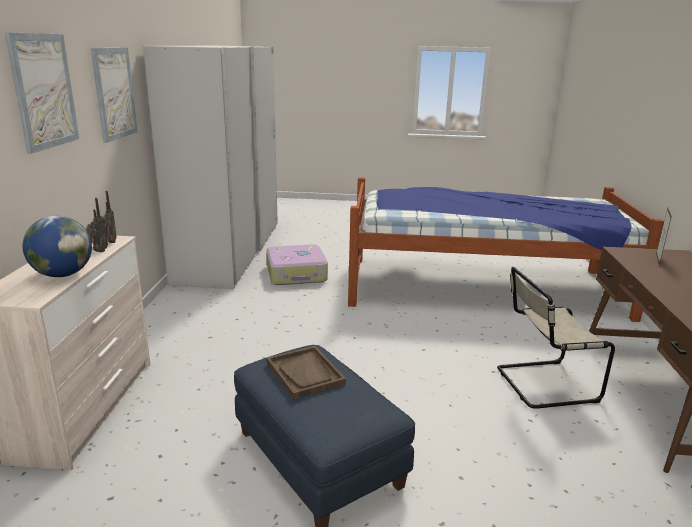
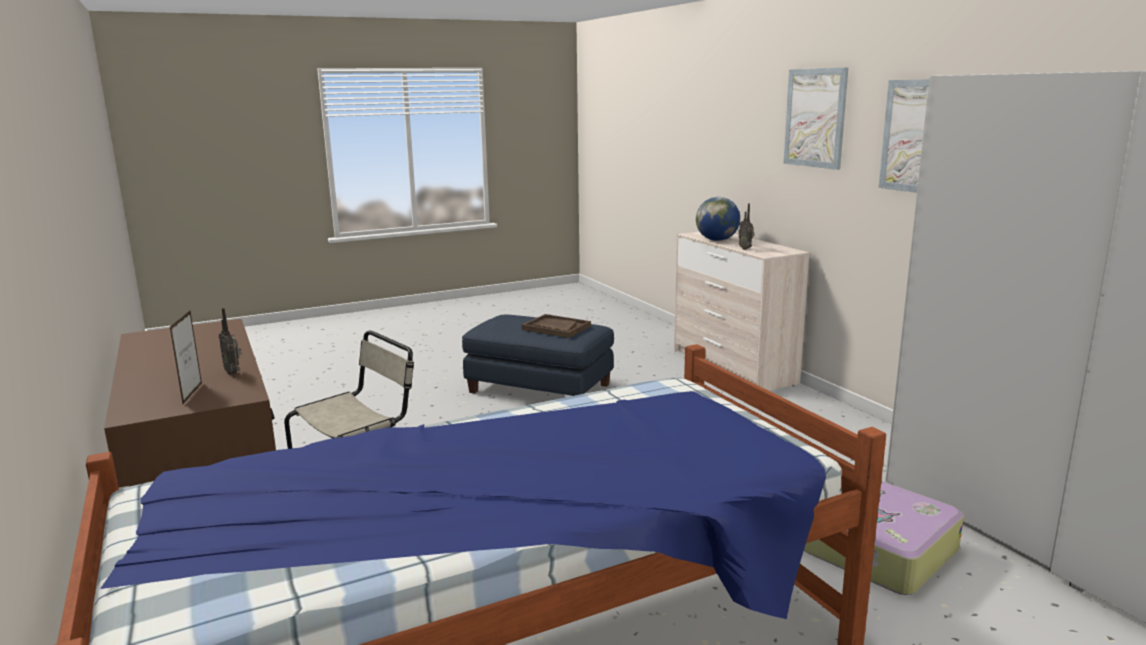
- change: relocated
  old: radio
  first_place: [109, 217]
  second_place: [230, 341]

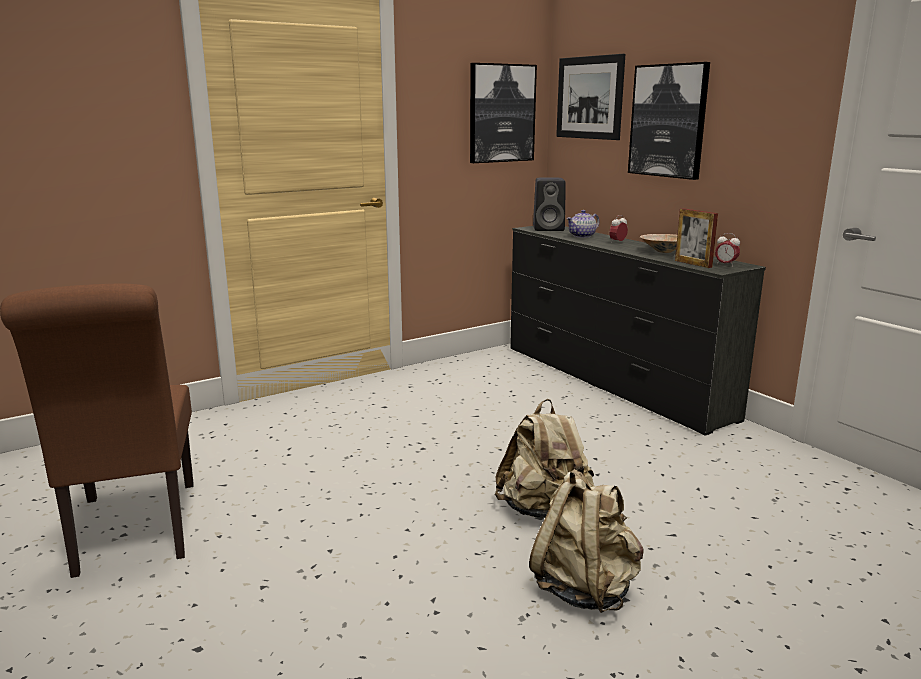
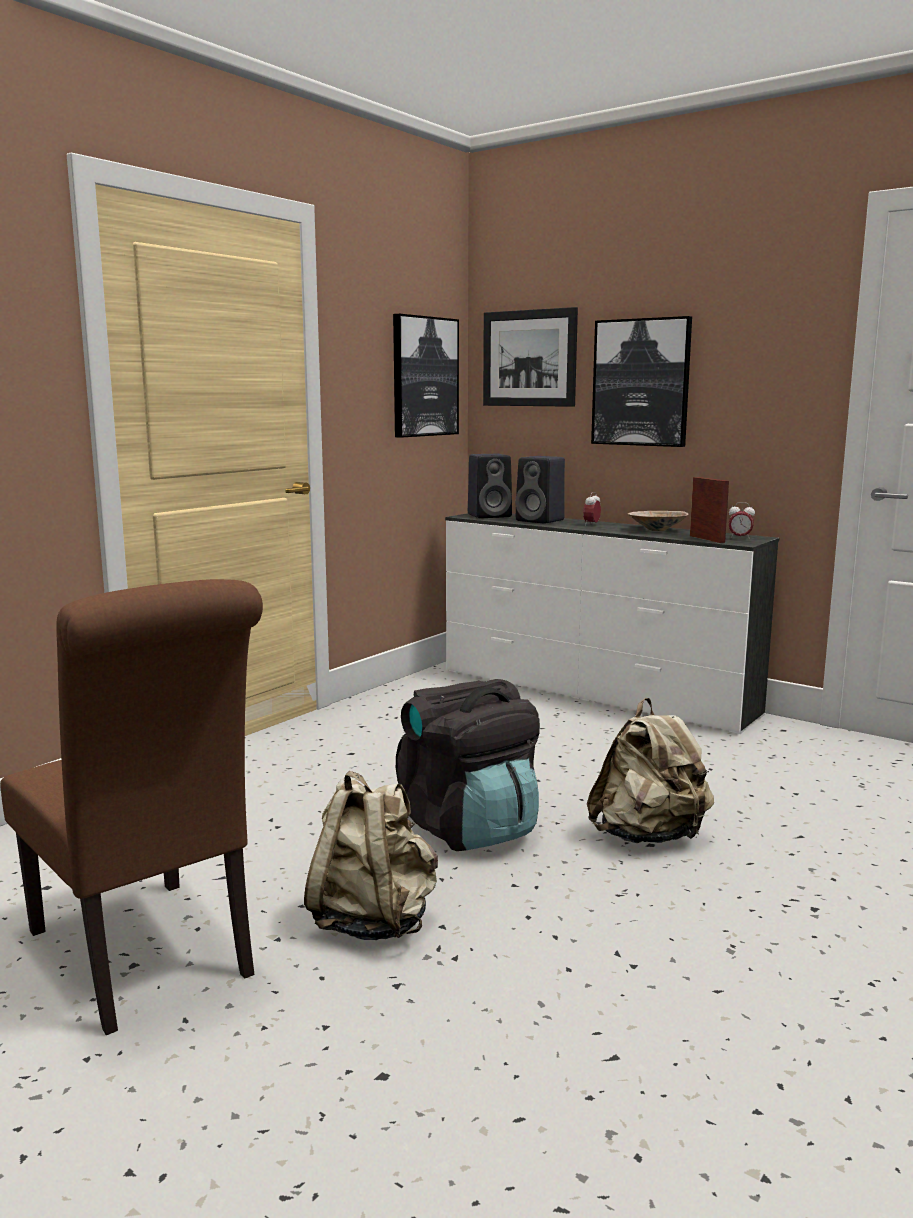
- change: spun
  old: picture frame
  first_place: [696, 238]
  second_place: [709, 510]
  degrees: -150
- change: exchanged
  old: teapot
  new: speaker in black
  first_place: [582, 224]
  second_place: [540, 489]
- change: colour
  old: dresser in black
  new: dresser in white
  first_place: [638, 331]
  second_place: [612, 623]
- change: relocated
  old: backpack in beige
  first_place: [586, 541]
  second_place: [371, 855]
- change: appeared
  new: backpack in black
  second_place: [468, 765]

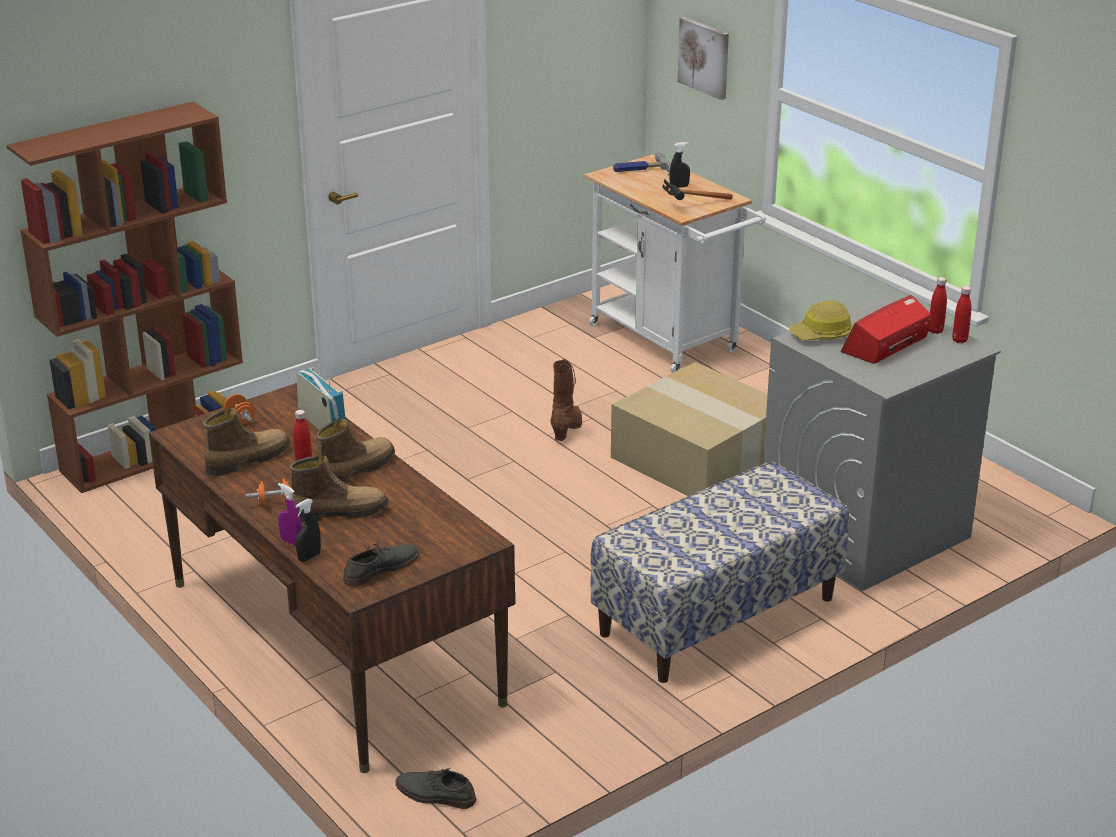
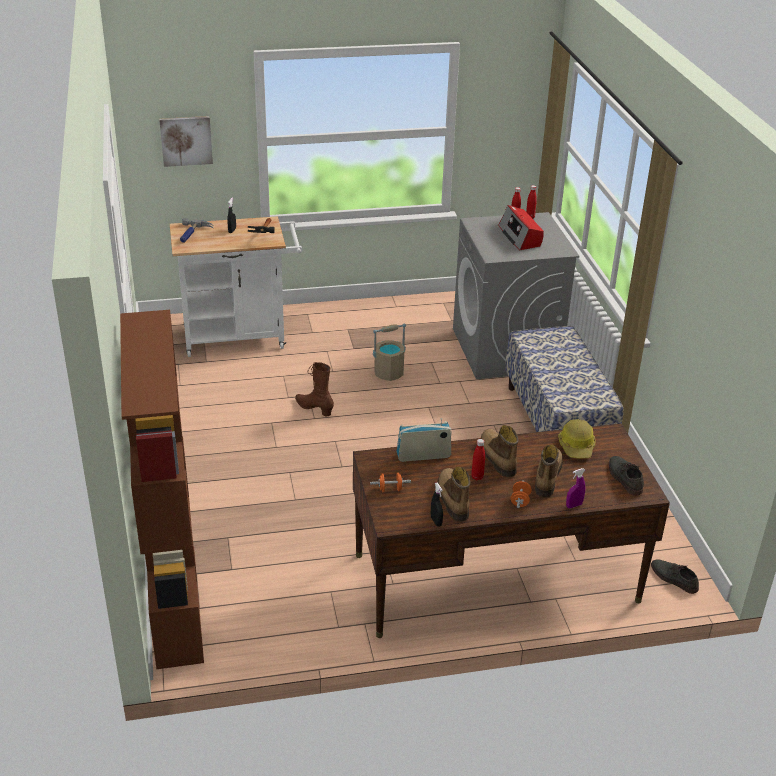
- change: relocated
  old: hard hat
  first_place: [821, 320]
  second_place: [576, 438]
- change: exchanged
  old: cardboard box
  new: bucket in beige
  first_place: [689, 429]
  second_place: [389, 352]
- change: relocated
  old: spray bottle in black
  first_place: [308, 530]
  second_place: [437, 505]
- change: spun
  old: shoe in grey
  first_place: [435, 788]
  second_place: [675, 576]
  degrees: 90

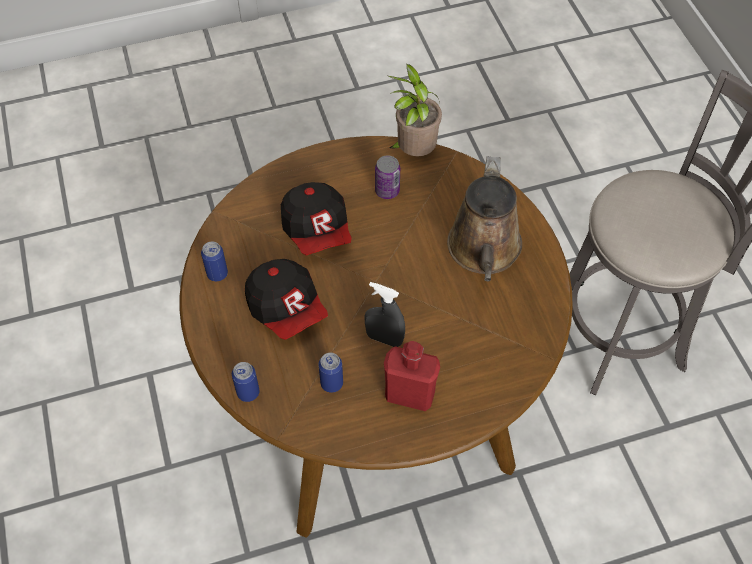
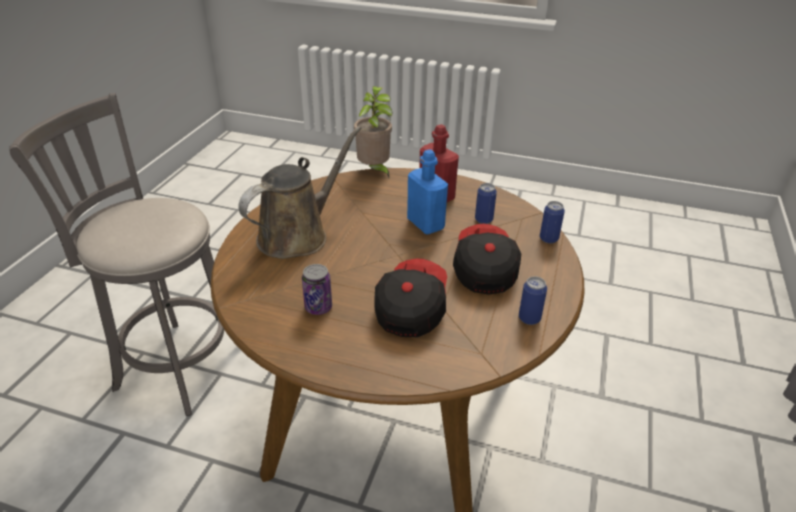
- change: relocated
  old: potted plant
  first_place: [415, 109]
  second_place: [373, 131]
- change: exchanged
  old: spray bottle in grey
  new: bottle in blue
  first_place: [384, 314]
  second_place: [427, 191]

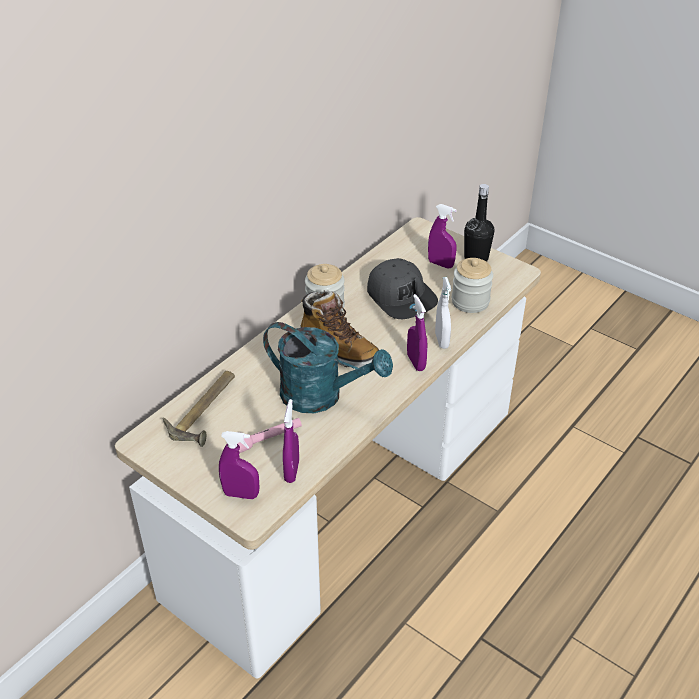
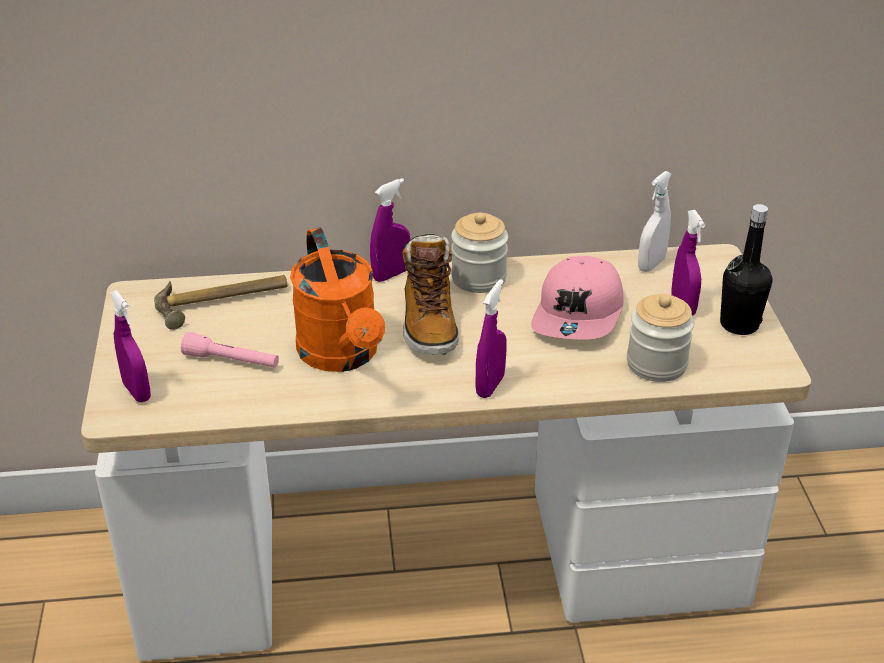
- change: colour
  old: cap in grey
  new: cap in pink
  first_place: [402, 288]
  second_place: [577, 297]
- change: relocated
  old: spray bottle in white
  first_place: [443, 313]
  second_place: [655, 221]
- change: colour
  old: watering can in turquoise
  new: watering can in orange
  first_place: [328, 367]
  second_place: [337, 300]
- change: relocated
  old: spray bottle in purple
  first_place: [291, 441]
  second_place: [390, 230]

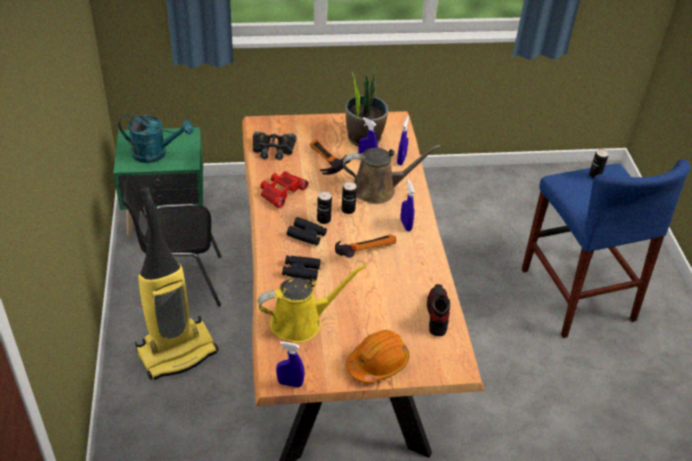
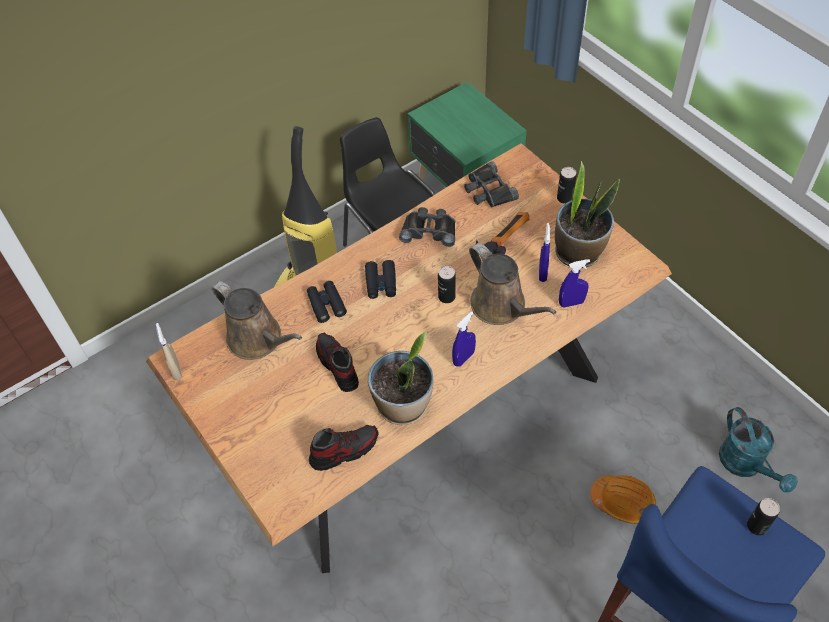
- change: relocated
  old: watering can in turquoise
  first_place: [155, 138]
  second_place: [758, 450]
- change: colour
  old: binoculars in red
  new: binoculars in black
  first_place: [284, 189]
  second_place: [427, 227]
- change: relocated
  old: can
  first_place: [324, 207]
  second_place: [567, 185]
- change: missing
  old: hammer
  first_place: [365, 246]
- change: colour
  old: watering can in yellow
  new: watering can in brown
  first_place: [312, 303]
  second_place: [257, 320]
- change: relocated
  old: hard hat in orange
  first_place: [377, 356]
  second_place: [623, 499]
- change: colour
  old: spray bottle in blue
  new: spray bottle in beige
  first_place: [290, 364]
  second_place: [169, 352]
- change: appeared
  new: potted plant
  second_place: [400, 378]
- change: appeared
  new: shoe
  second_place: [337, 362]

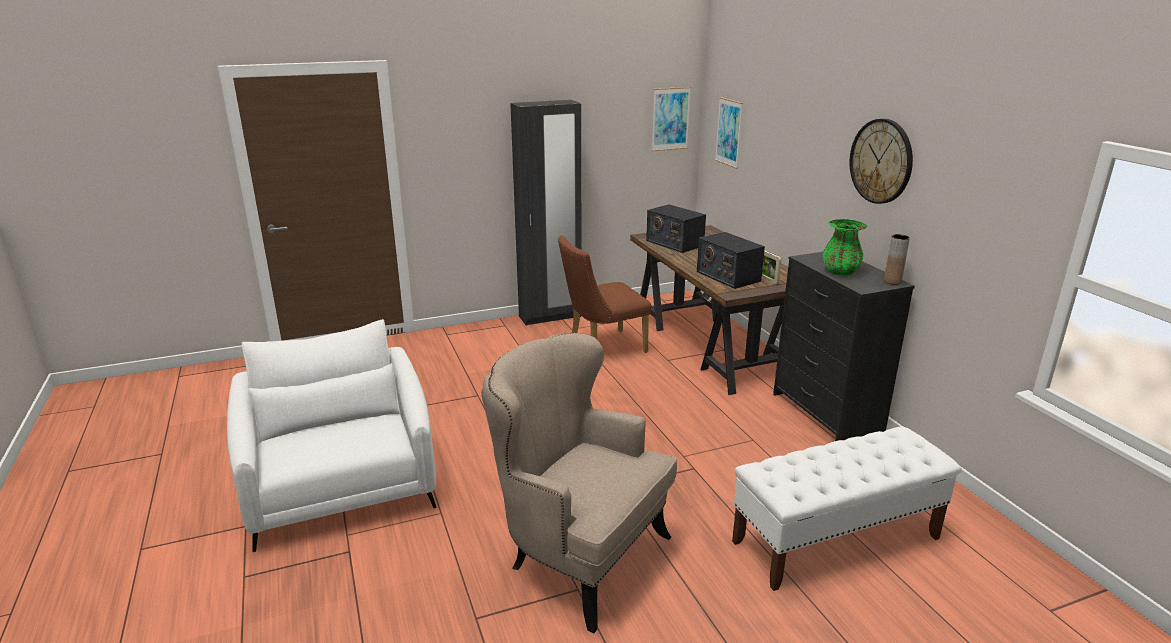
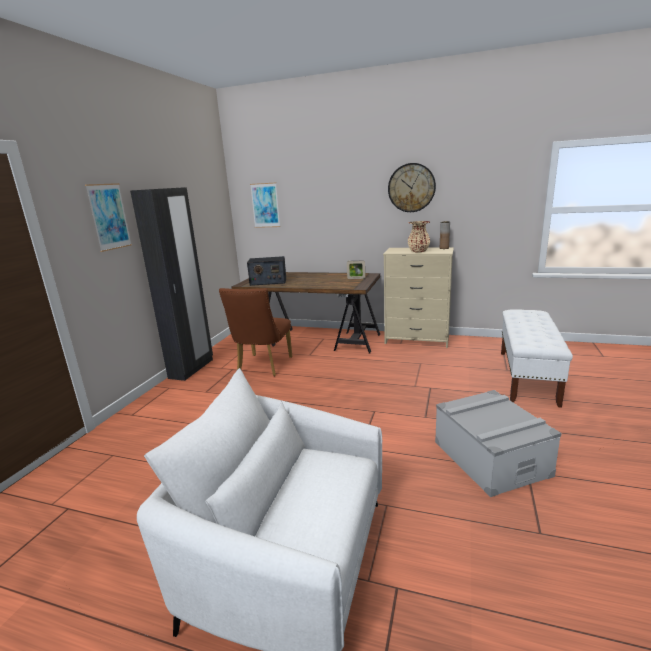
- change: relocated
  old: picture
  first_place: [671, 119]
  second_place: [108, 217]
- change: colour
  old: vase in green
  new: vase in beige
  first_place: [845, 247]
  second_place: [419, 236]
- change: missing
  old: radio
  first_place: [731, 260]
- change: colour
  old: dresser in black
  new: dresser in beige
  first_place: [844, 346]
  second_place: [418, 297]
- change: exchanged
  old: armchair in beige
  new: storage box in grey
  first_place: [579, 483]
  second_place: [498, 443]

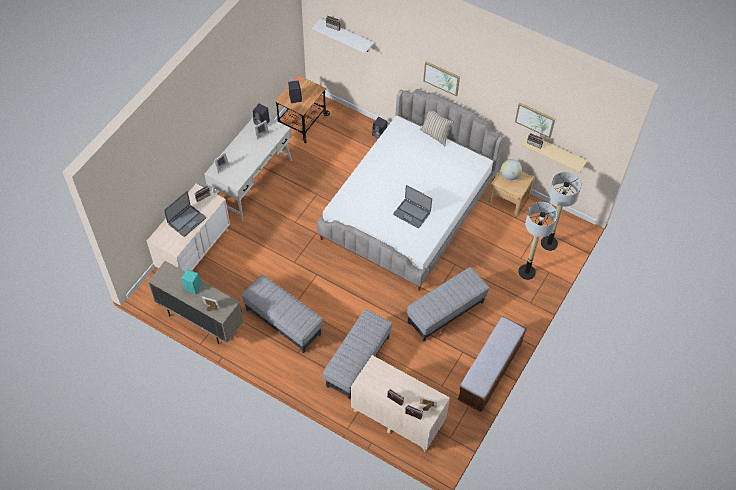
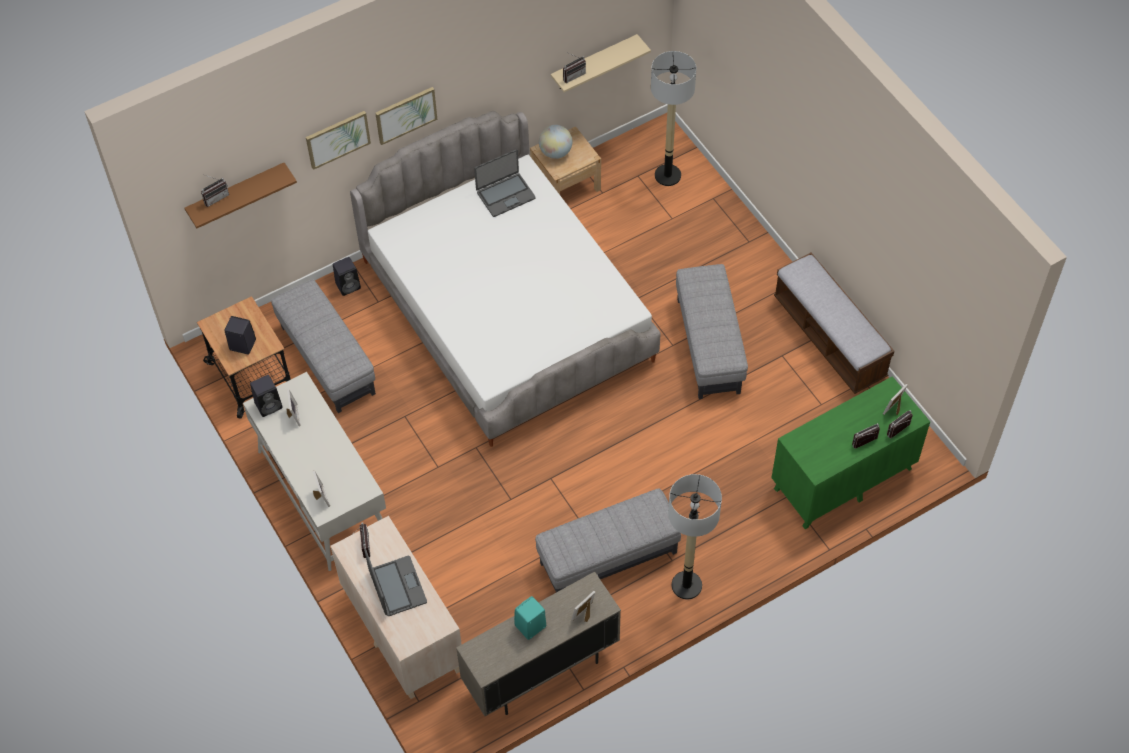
- change: colour
  old: shelf in white
  new: shelf in brown
  first_place: [342, 35]
  second_place: [241, 195]
- change: relocated
  old: picture
  first_place: [535, 120]
  second_place: [338, 140]
- change: missing
  old: pillow in beige
  first_place: [437, 128]
- change: relocated
  old: laptop
  first_place: [412, 206]
  second_place: [505, 183]
- change: relocated
  old: floor lamp
  first_place: [538, 241]
  second_place: [695, 537]
- change: relocated
  old: ottoman in grey
  first_place: [357, 354]
  second_place: [323, 346]
- change: colour
  old: dresser in beige
  new: dresser in green
  first_place: [400, 403]
  second_place: [851, 452]

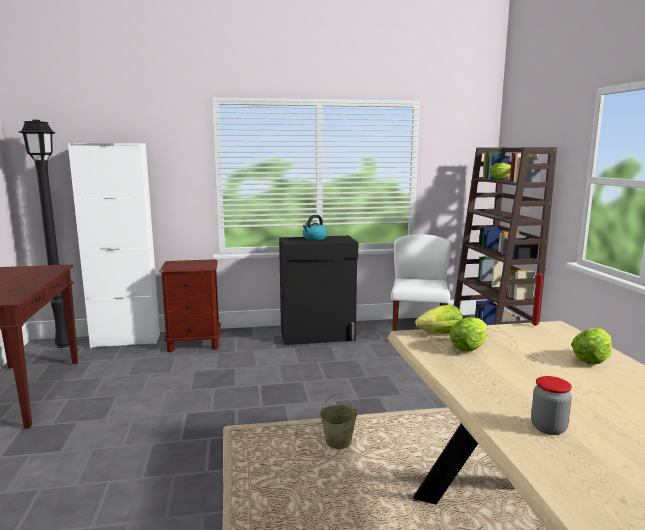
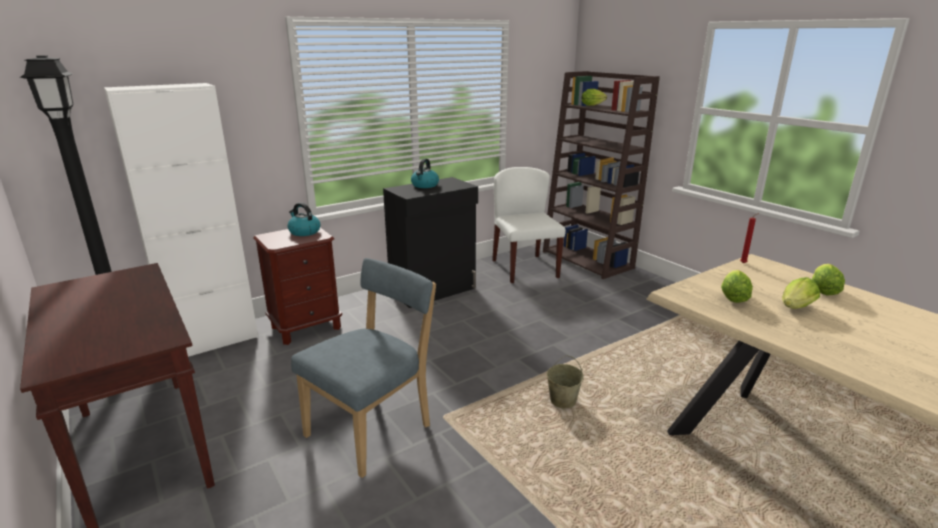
- change: relocated
  old: lettuce
  first_place: [439, 319]
  second_place: [801, 293]
- change: missing
  old: jar
  first_place: [551, 405]
- change: appeared
  new: kettle
  second_place: [304, 219]
- change: appeared
  new: chair in blue
  second_place: [363, 368]

